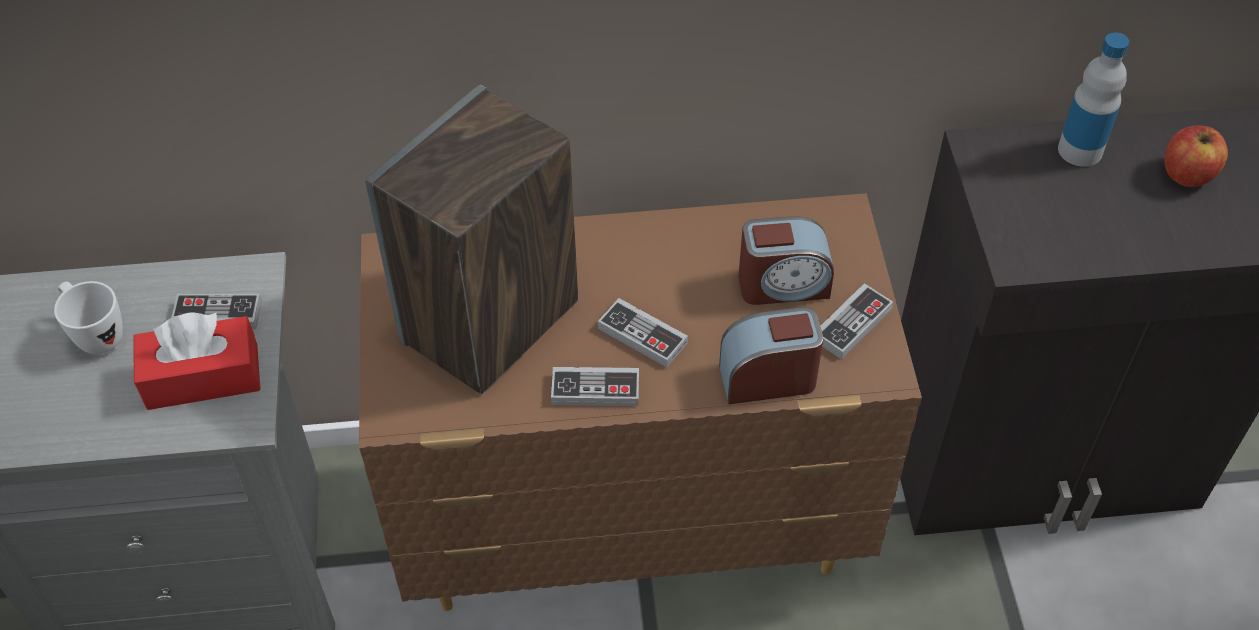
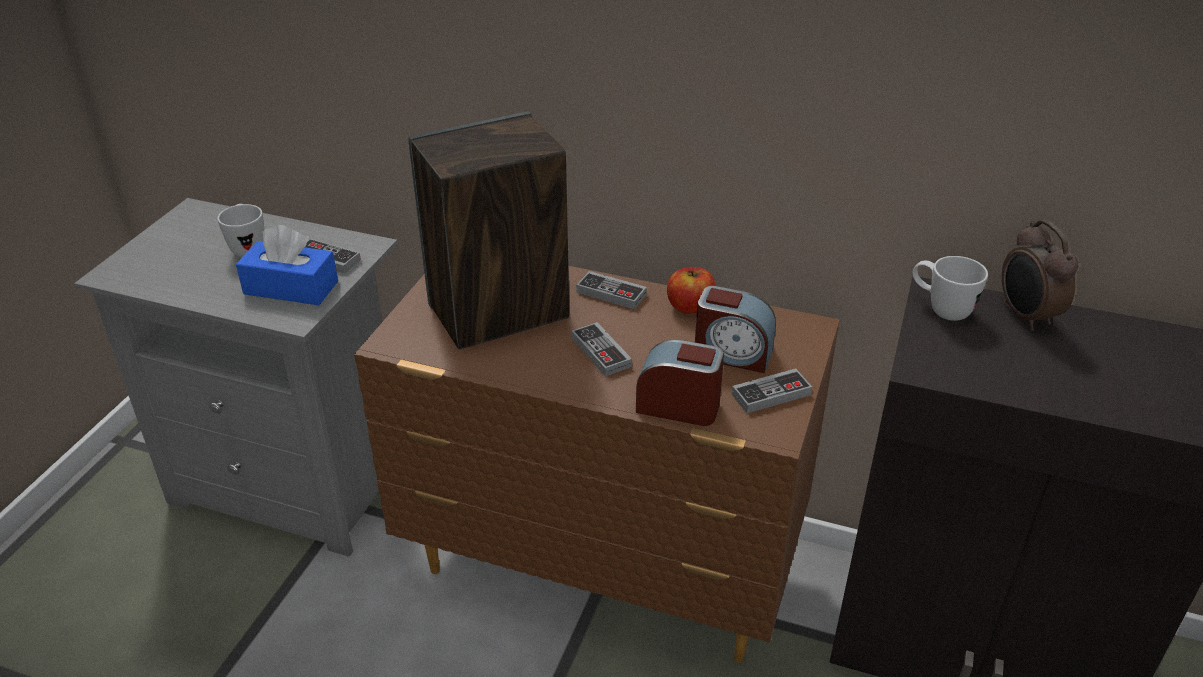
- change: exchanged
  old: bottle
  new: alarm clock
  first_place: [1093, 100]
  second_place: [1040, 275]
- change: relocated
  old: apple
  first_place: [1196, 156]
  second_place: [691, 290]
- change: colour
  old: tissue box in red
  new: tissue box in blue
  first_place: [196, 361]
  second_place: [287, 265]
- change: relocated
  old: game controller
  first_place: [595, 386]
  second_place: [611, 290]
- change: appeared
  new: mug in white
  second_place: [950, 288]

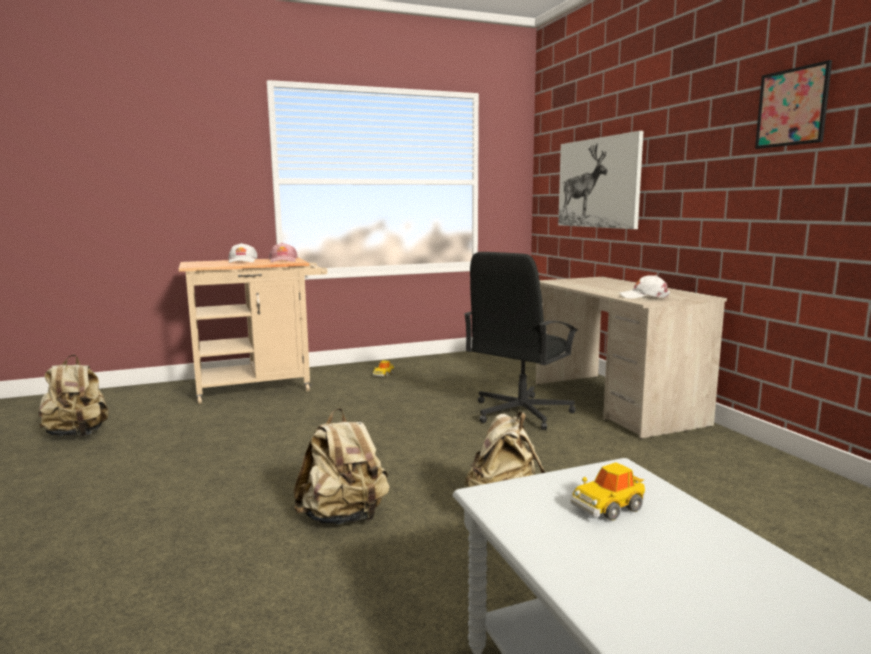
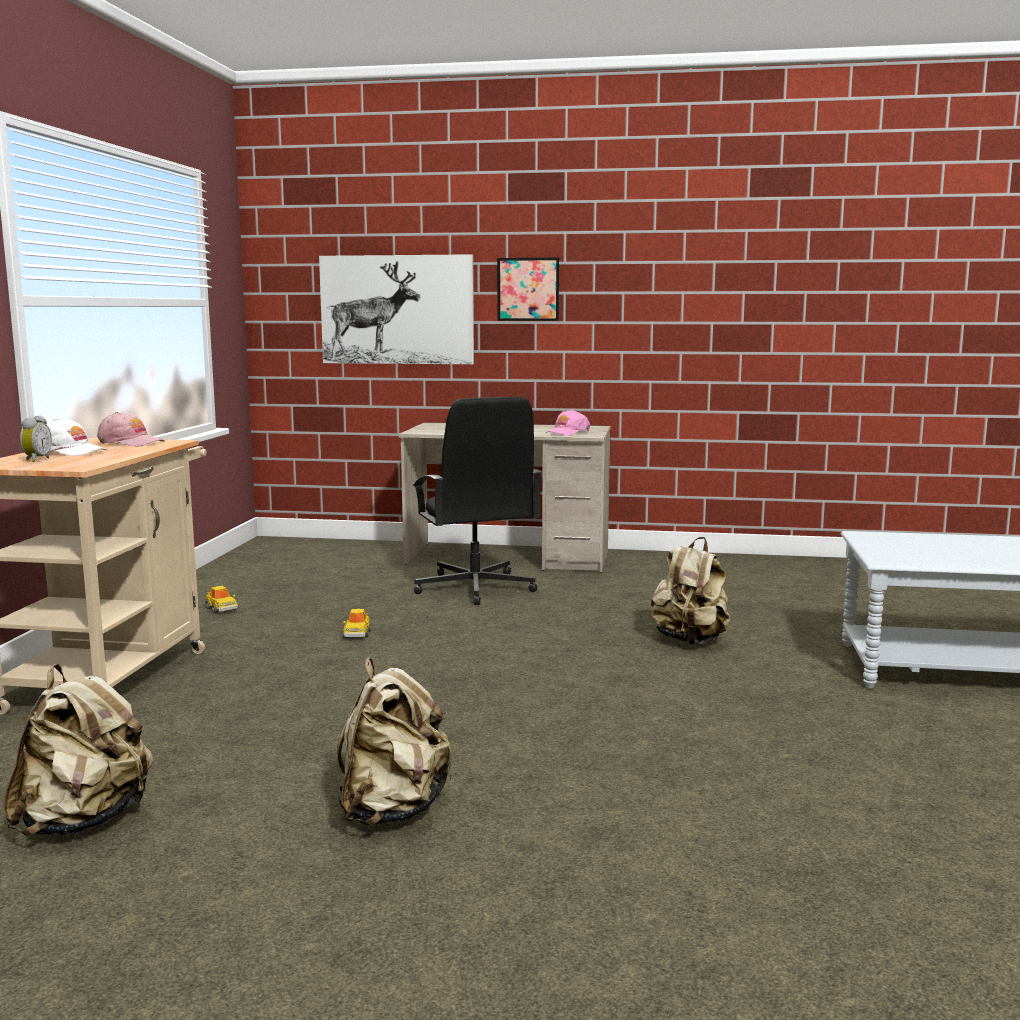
- change: relocated
  old: picture
  first_place: [793, 104]
  second_place: [528, 289]
- change: colour
  old: cap in white
  new: cap in pink
  first_place: [645, 287]
  second_place: [568, 422]
- change: relocated
  old: backpack in beige
  first_place: [342, 466]
  second_place: [395, 741]
- change: relocated
  old: toy car
  first_place: [608, 492]
  second_place: [357, 623]
- change: appeared
  new: alarm clock
  second_place: [36, 439]

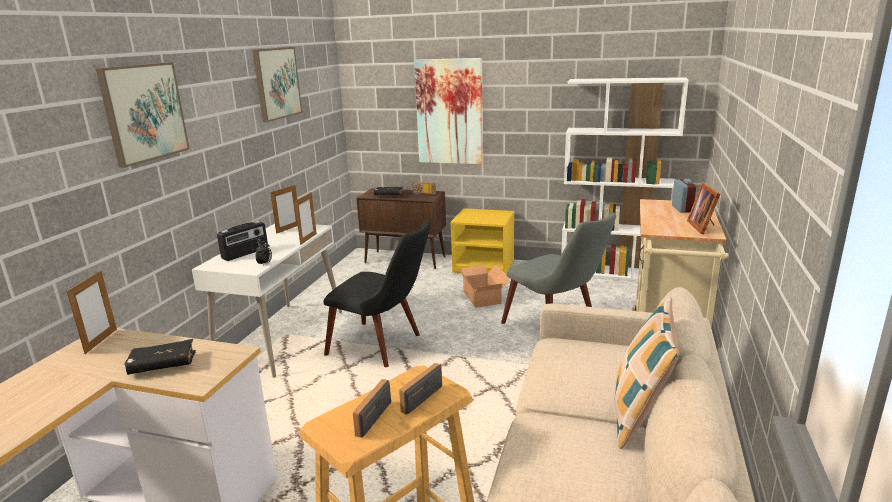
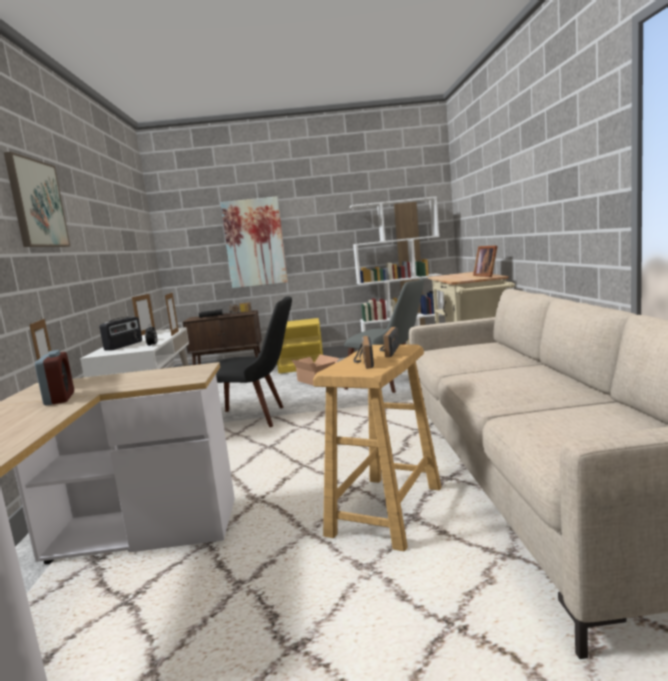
- change: missing
  old: picture
  first_place: [277, 84]
- change: relocated
  old: alarm clock
  first_place: [684, 196]
  second_place: [54, 378]
- change: missing
  old: pillow
  first_place: [647, 373]
- change: missing
  old: book in black
  first_place: [160, 357]

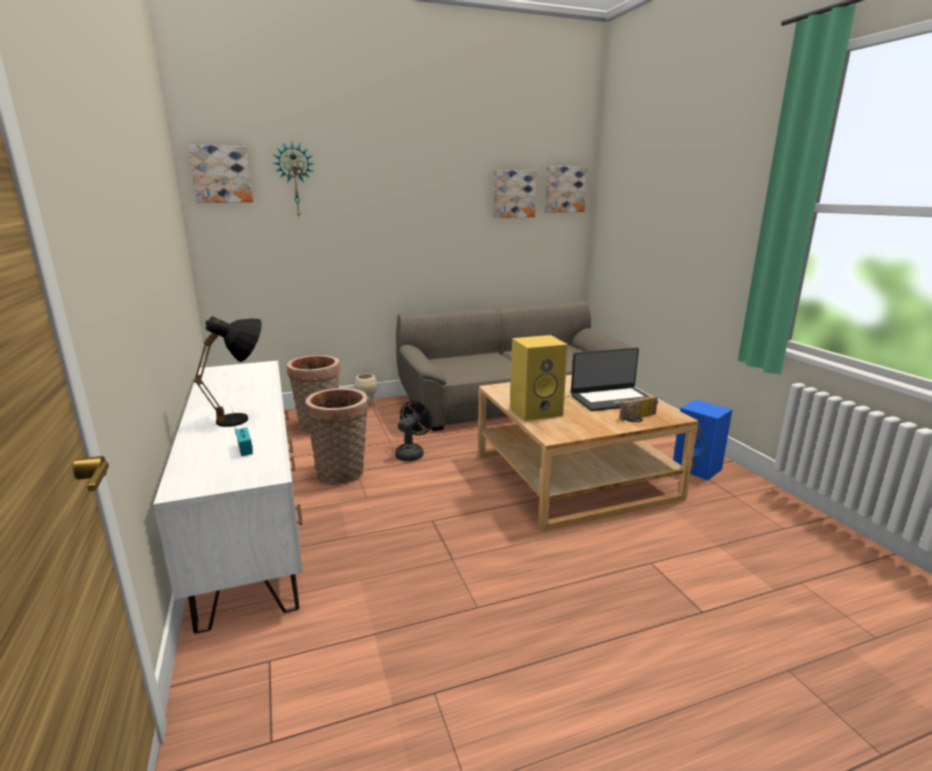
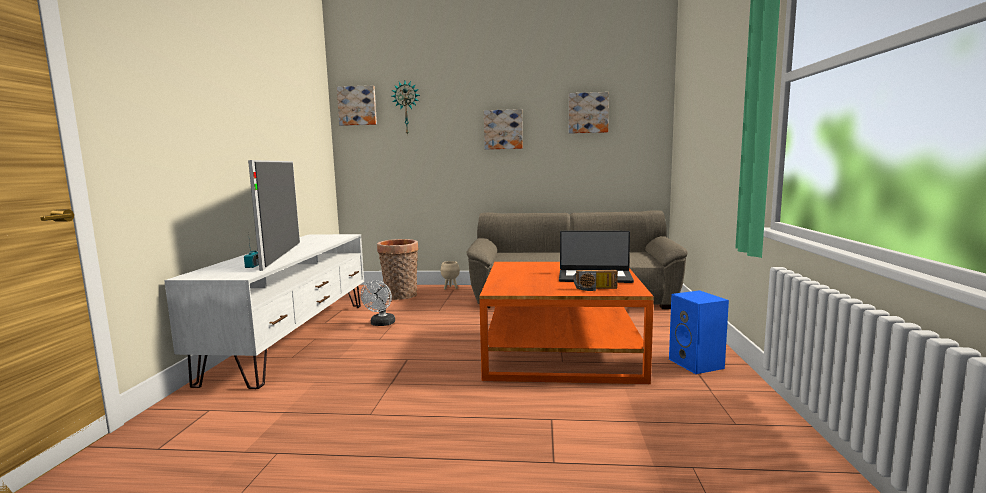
- change: relocated
  old: picture
  first_place: [566, 189]
  second_place: [503, 129]
- change: exchanged
  old: table lamp in black
  new: television
  first_place: [228, 371]
  second_place: [274, 215]
- change: missing
  old: speaker in yellow
  first_place: [539, 378]
- change: colour
  old: coffee table in beige
  new: coffee table in orange
  first_place: [588, 453]
  second_place: [566, 323]
- change: exchanged
  old: basket
  new: fan in white
  first_place: [336, 436]
  second_place: [378, 303]
- change: missing
  old: fan in black
  first_place: [413, 431]

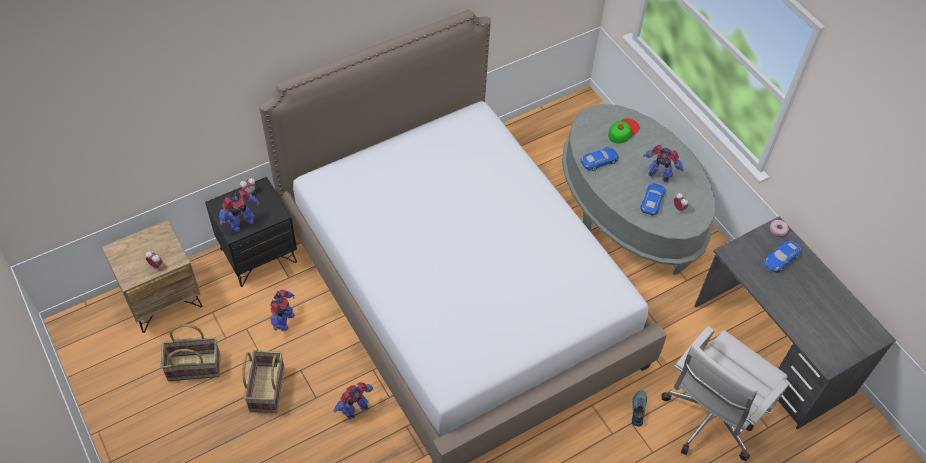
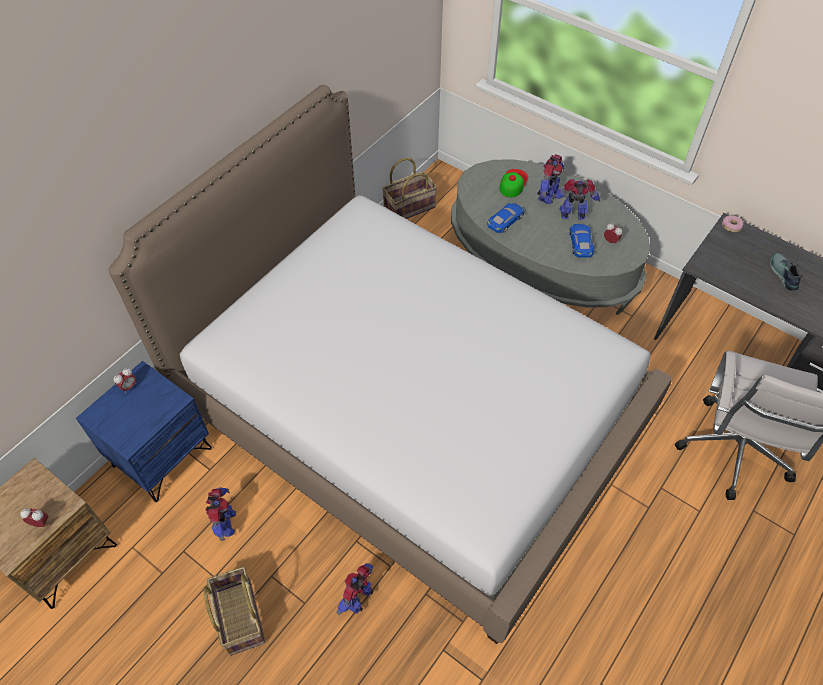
- change: colour
  old: nightstand in black
  new: nightstand in blue
  first_place: [251, 232]
  second_place: [144, 431]
- change: relocated
  old: toy robot
  first_place: [240, 211]
  second_place: [550, 179]
- change: missing
  old: toy car in blue
  first_place: [782, 256]
- change: relocated
  old: basket
  first_place: [190, 352]
  second_place: [409, 188]
- change: relocated
  old: shoe
  first_place: [639, 408]
  second_place: [785, 271]

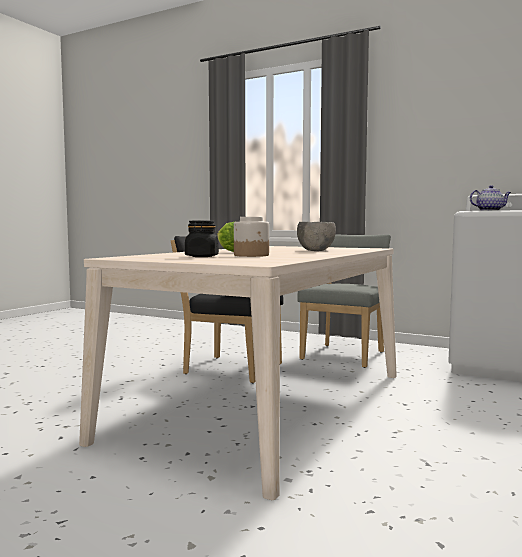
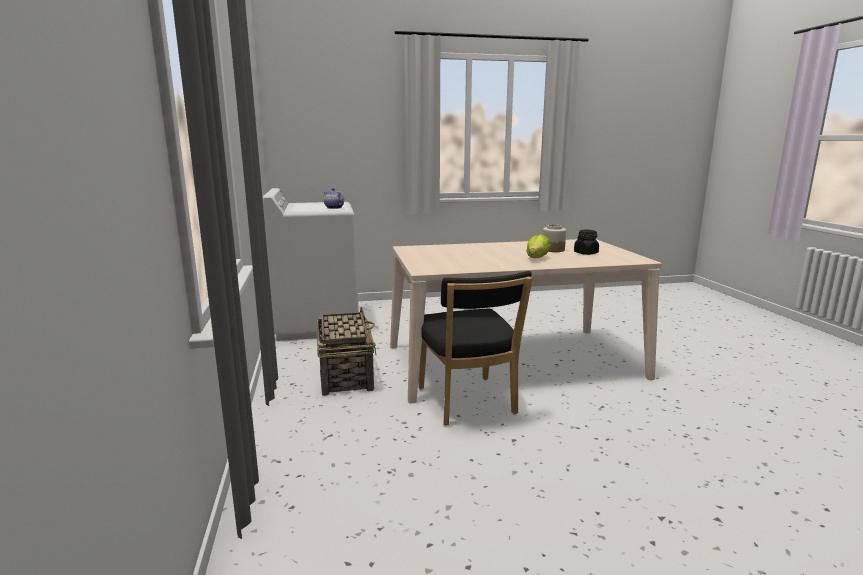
- change: missing
  old: bowl in grey
  first_place: [316, 236]
- change: exchanged
  old: chair in grey
  new: basket
  first_place: [344, 301]
  second_place: [346, 351]

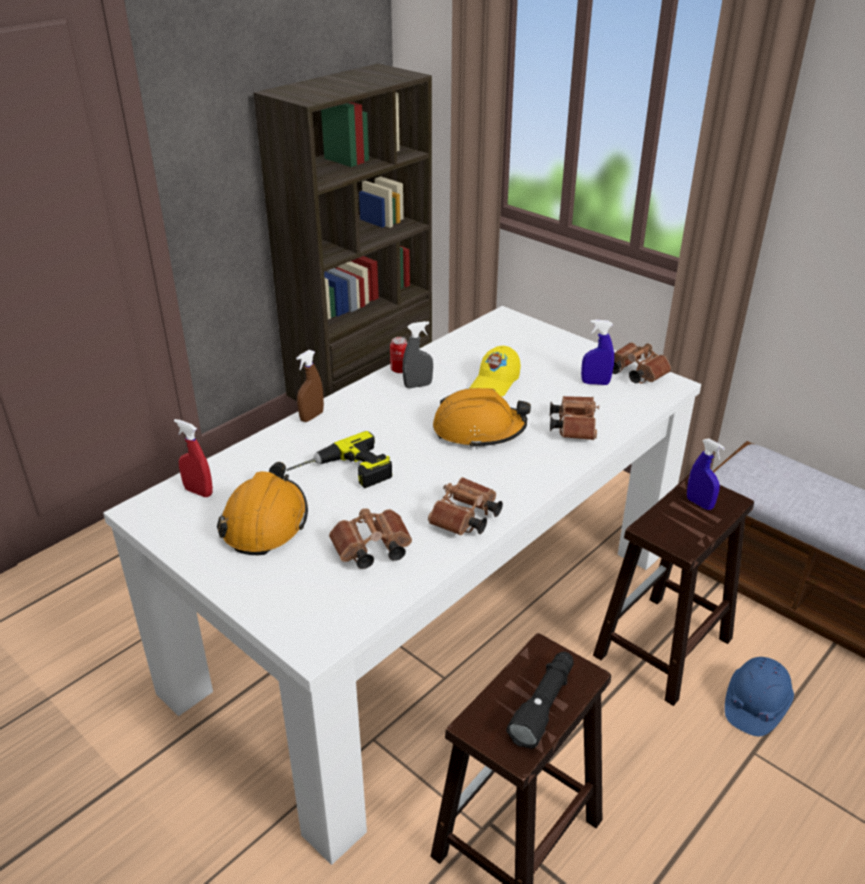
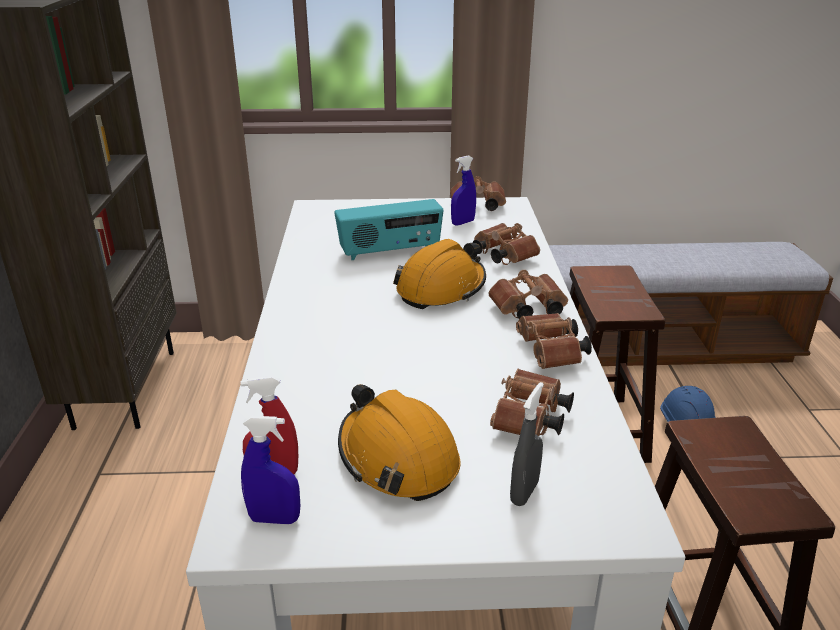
- change: relocated
  old: spray bottle in grey
  first_place: [417, 354]
  second_place: [527, 444]
- change: missing
  old: can
  first_place: [399, 355]
- change: exchanged
  old: cap in yellow
  new: radio
  first_place: [495, 371]
  second_place: [389, 229]
- change: missing
  old: spray bottle in brown
  first_place: [310, 386]
- change: missing
  old: power drill
  first_place: [339, 459]
- change: relocated
  old: spray bottle in blue
  first_place: [706, 474]
  second_place: [270, 470]
- change: missing
  old: flashlight in black
  first_place: [540, 700]
- change: appeared
  new: binoculars in brown
  second_place: [528, 294]

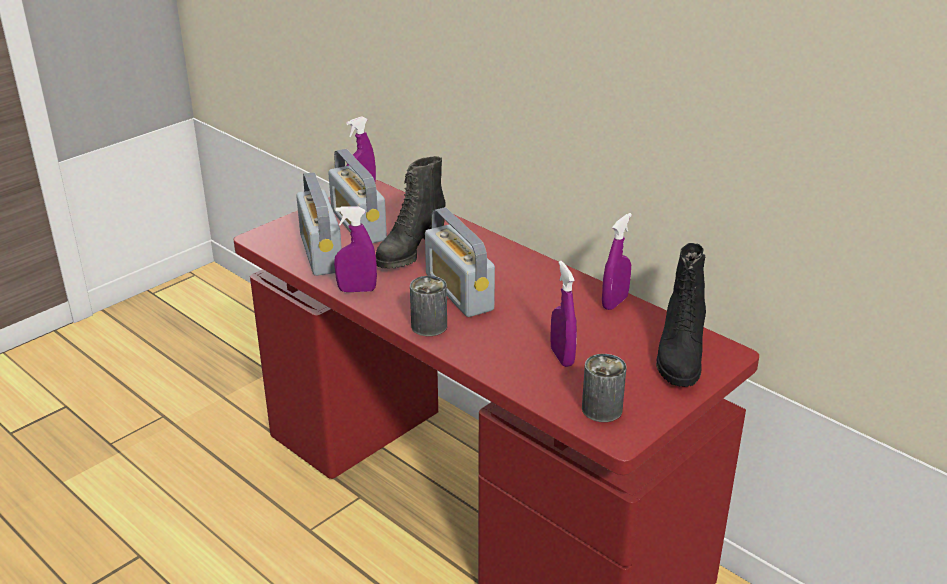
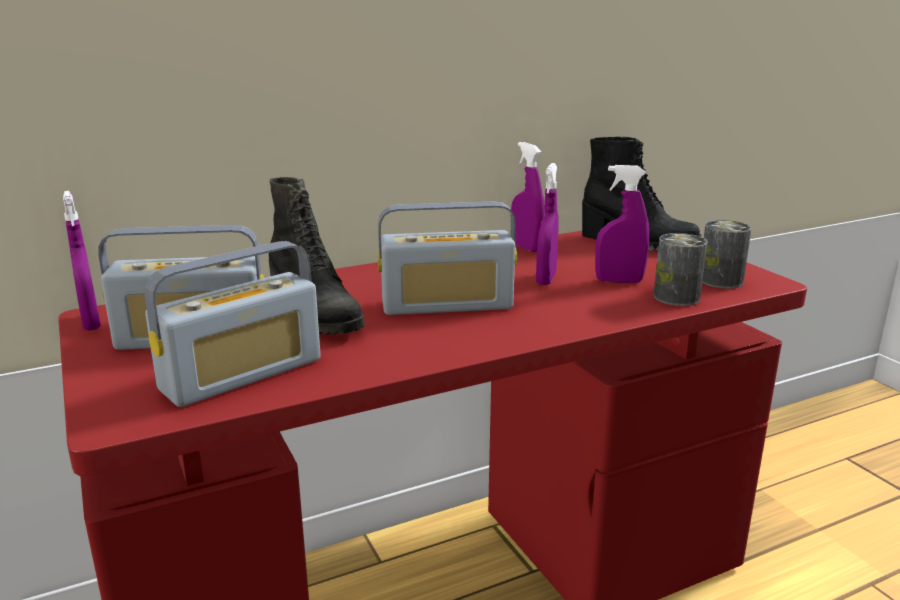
- change: spun
  old: radio
  first_place: [319, 224]
  second_place: [233, 324]
  degrees: -45
- change: relocated
  old: spray bottle in purple
  first_place: [355, 249]
  second_place: [547, 224]
- change: relocated
  old: can
  first_place: [428, 306]
  second_place: [680, 269]

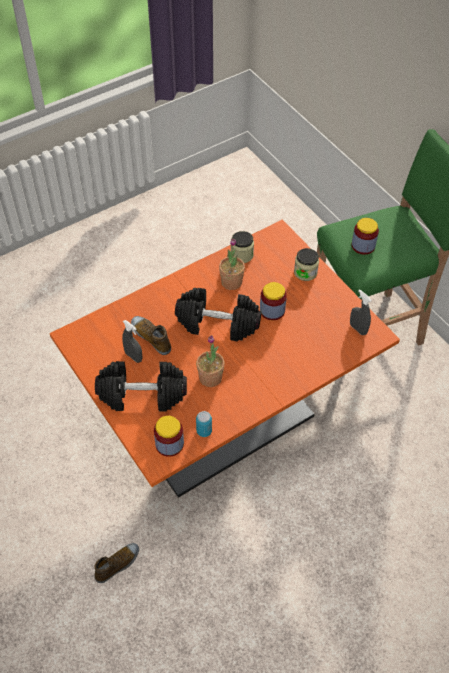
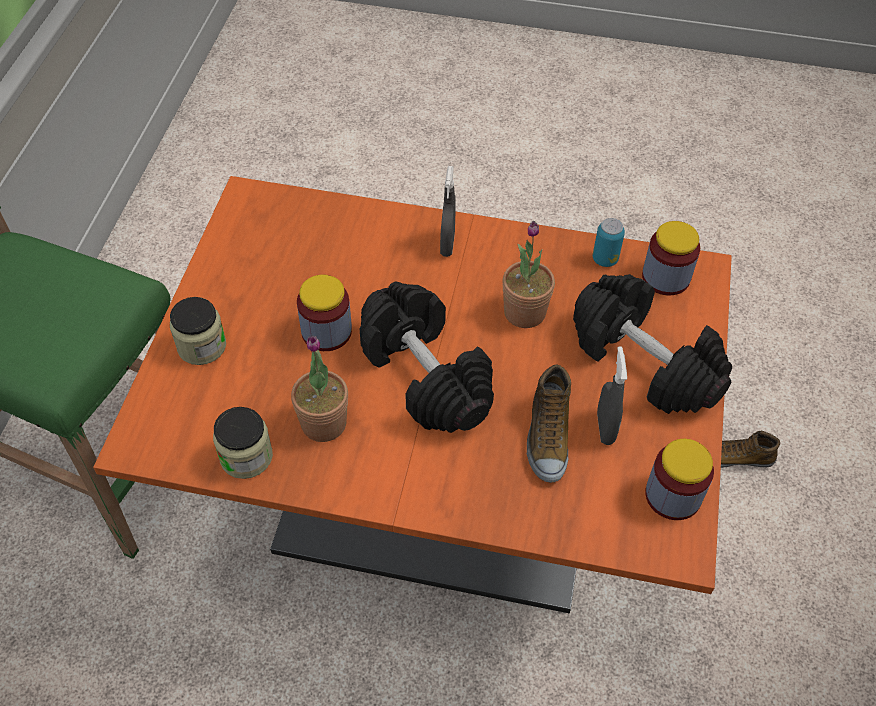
- change: relocated
  old: jar
  first_place: [365, 236]
  second_place: [679, 479]
- change: relocated
  old: spray bottle in grey
  first_place: [361, 312]
  second_place: [448, 211]

